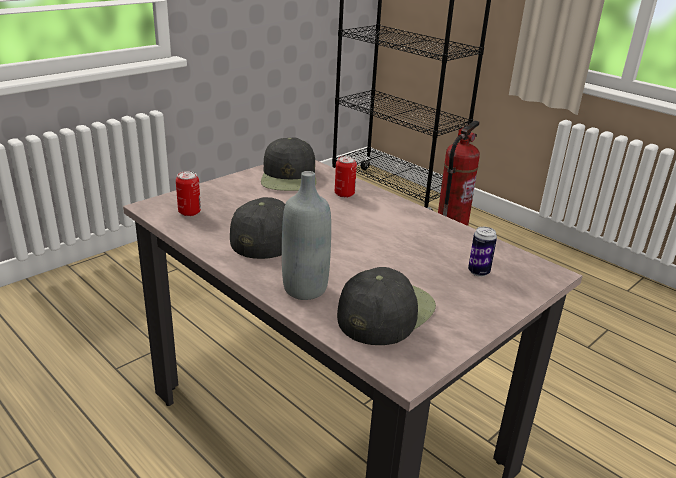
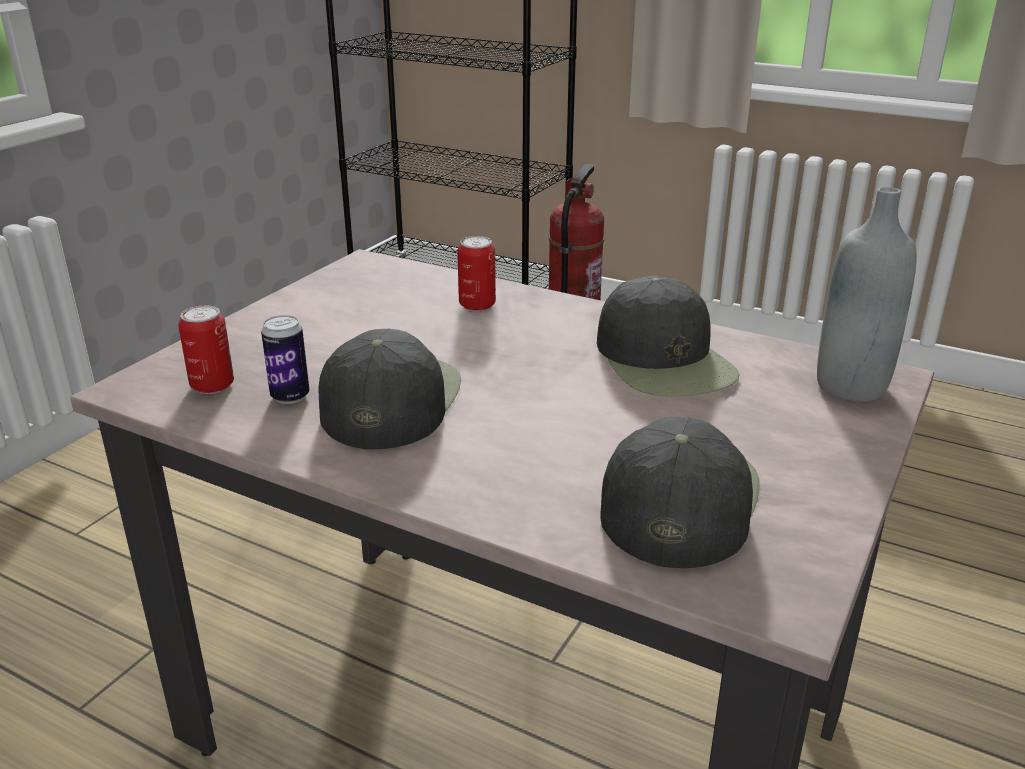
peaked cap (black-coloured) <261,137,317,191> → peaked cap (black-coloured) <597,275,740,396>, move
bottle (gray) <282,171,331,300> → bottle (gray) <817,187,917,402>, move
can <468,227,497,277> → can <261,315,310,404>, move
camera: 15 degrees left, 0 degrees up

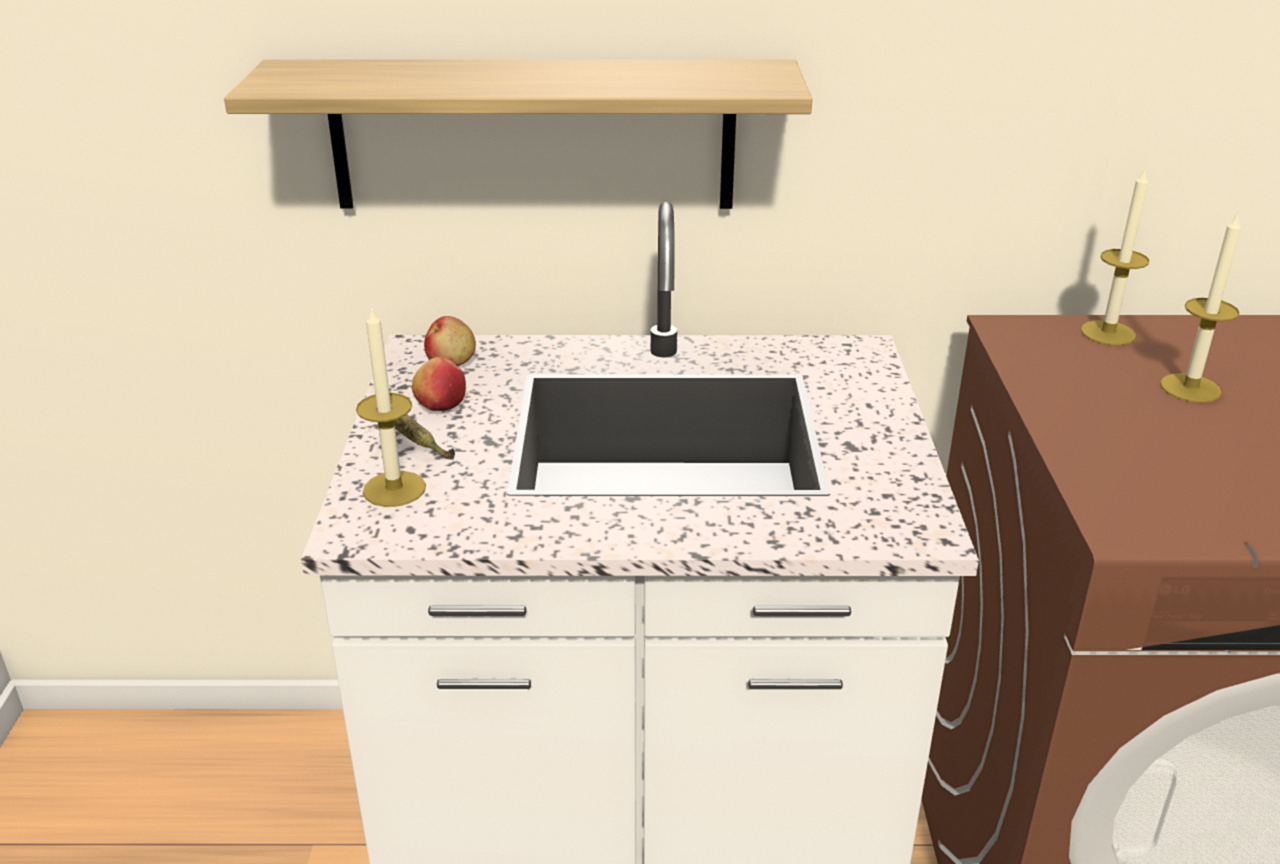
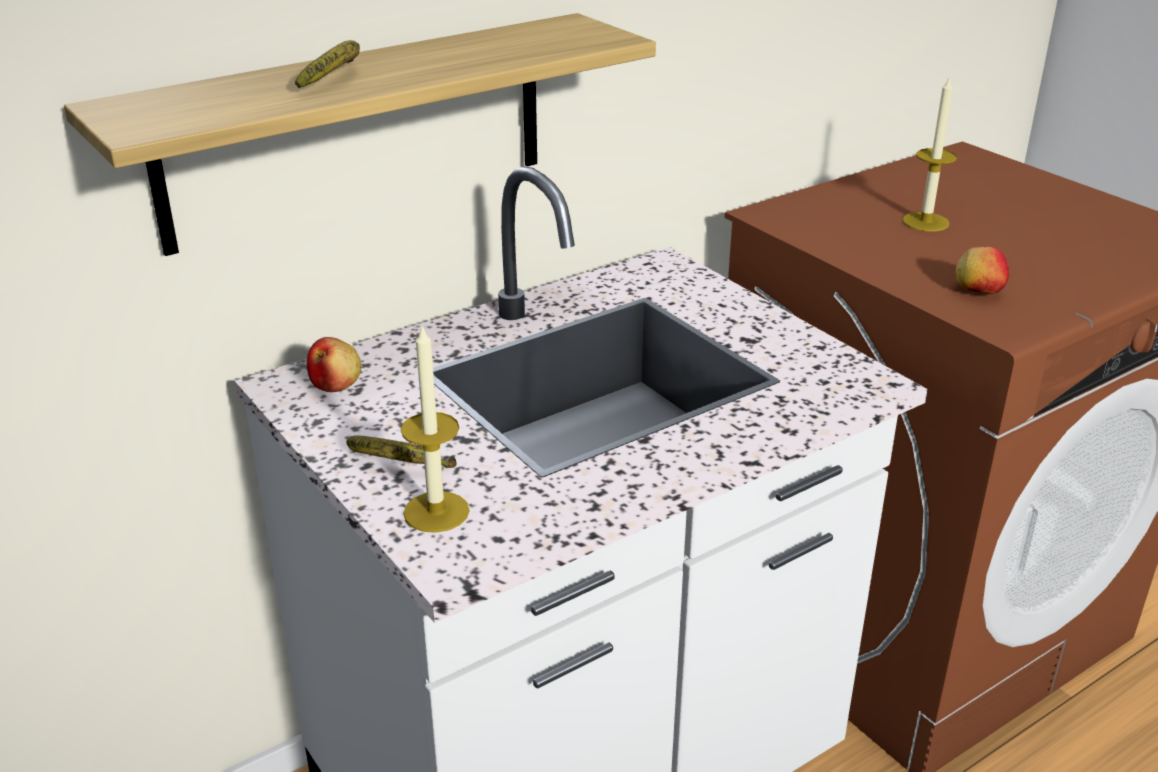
apple fruit <412,357,466,411> → apple fruit <955,246,1009,294>, move
wax light <1081,169,1149,345> → -
- → whole banana <295,40,360,88>
camera: 35 degrees left, 0 degrees up

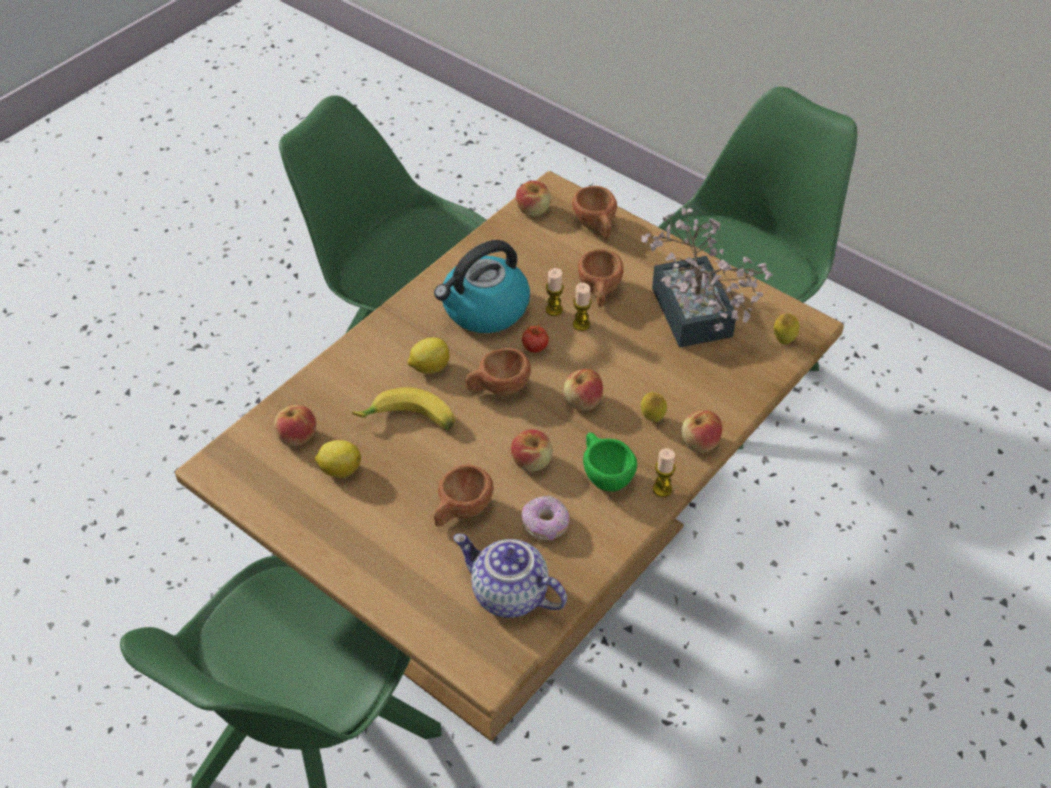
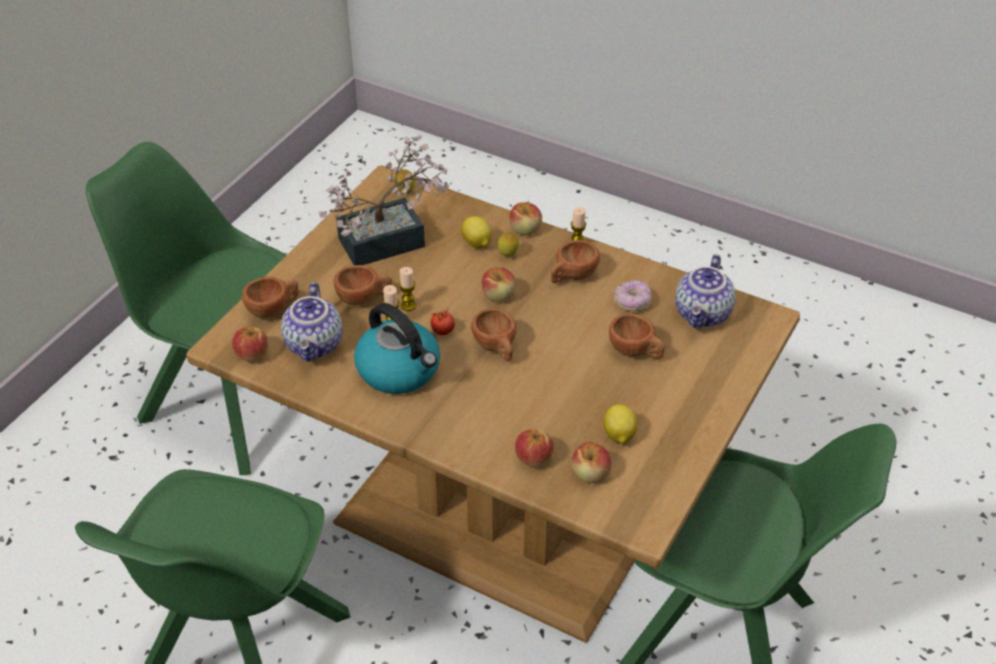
whole banana <352,387,455,431> → -
whole lemon <408,337,450,374> → whole lemon <461,216,492,248>, move
apple fruit <511,430,553,472> → apple fruit <515,429,554,468>, move
small cup (greenish) <583,432,637,492> → small cup (brown) <551,240,600,283>
- → tea pot <281,282,343,362>
camera: 100 degrees left, 5 degrees down

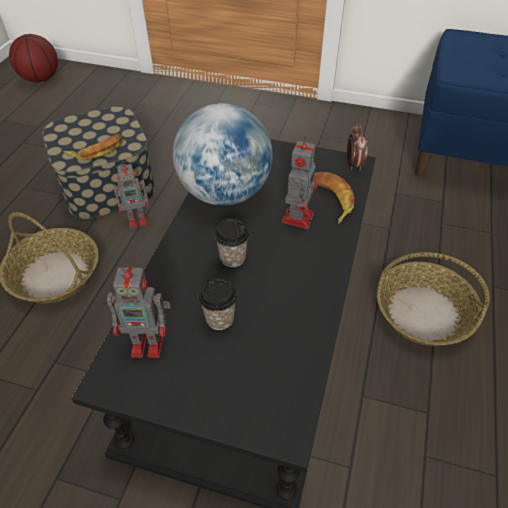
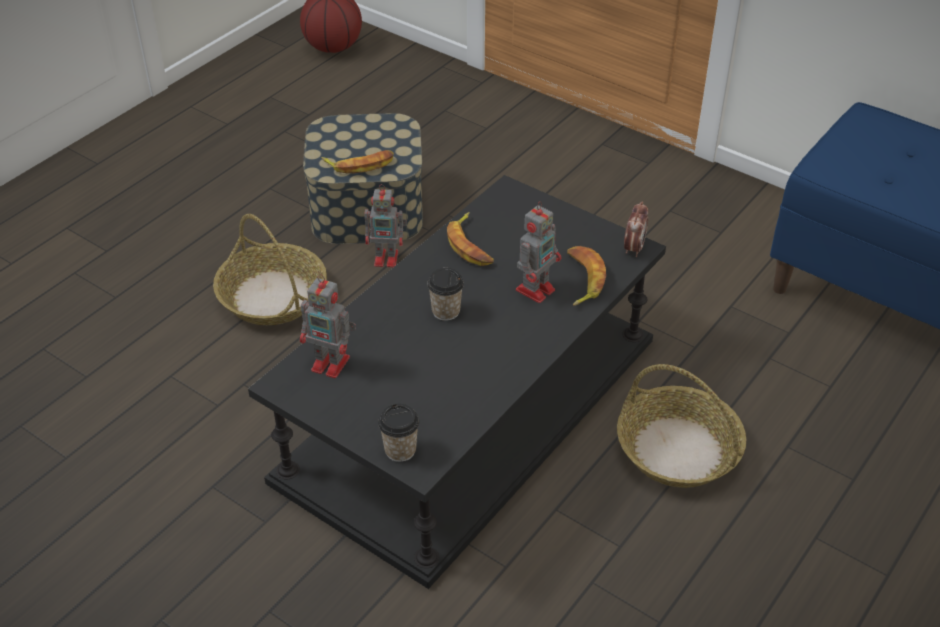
world globe <173,103,273,206> → whole banana <447,212,494,266>
small cup <198,278,237,330> → small cup <378,404,419,462>, move
camera: 20 degrees right, 5 degrees down

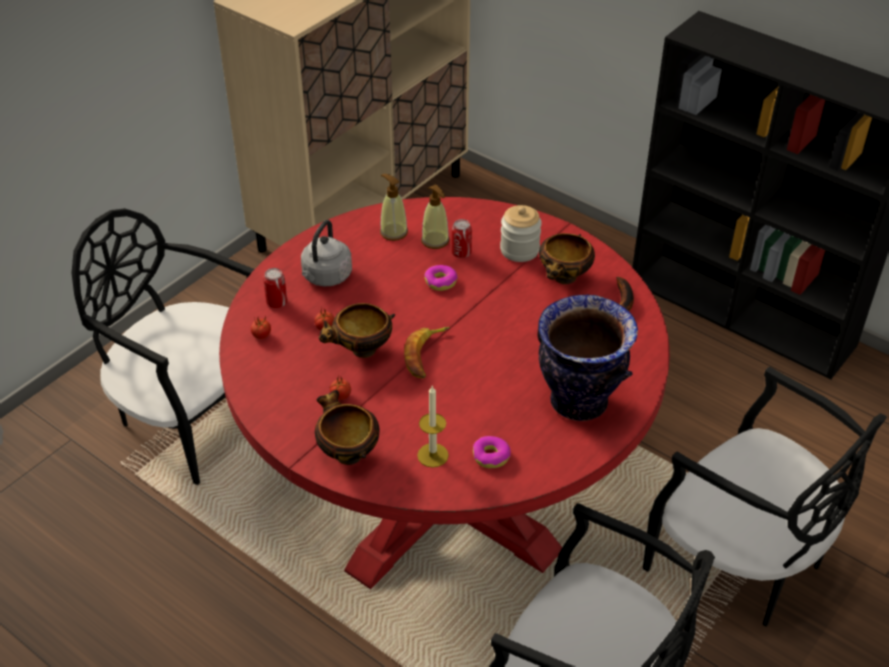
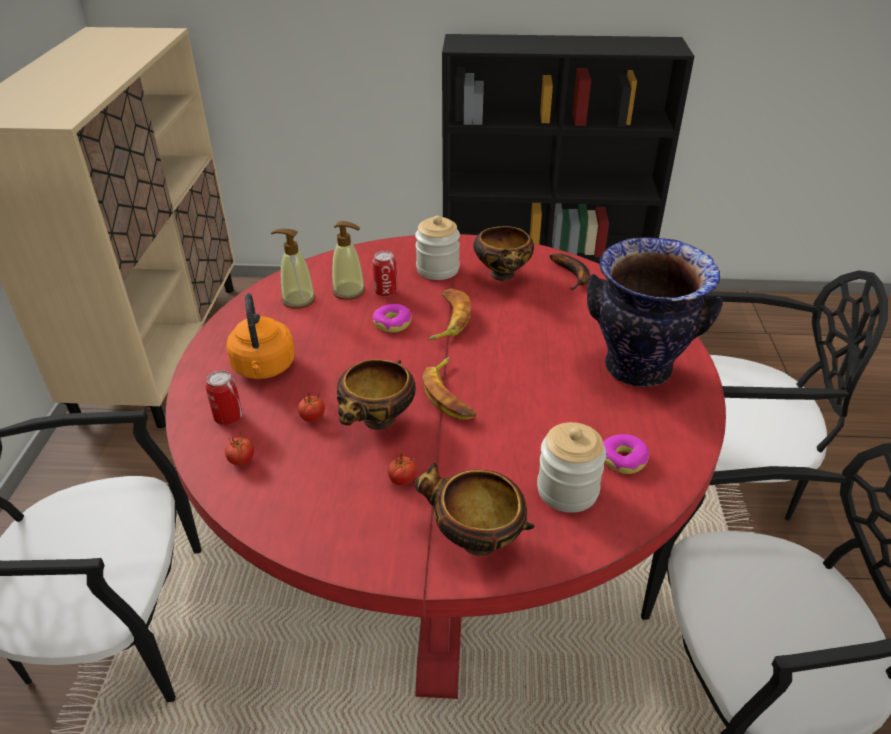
kettle (gray) <301,220,352,287> → kettle (orange-coloured) <226,293,295,379>
wax light <417,385,449,468> → storage jar <537,422,606,513>
- → whole banana <428,289,471,340>
camera: 35 degrees left, 5 degrees down

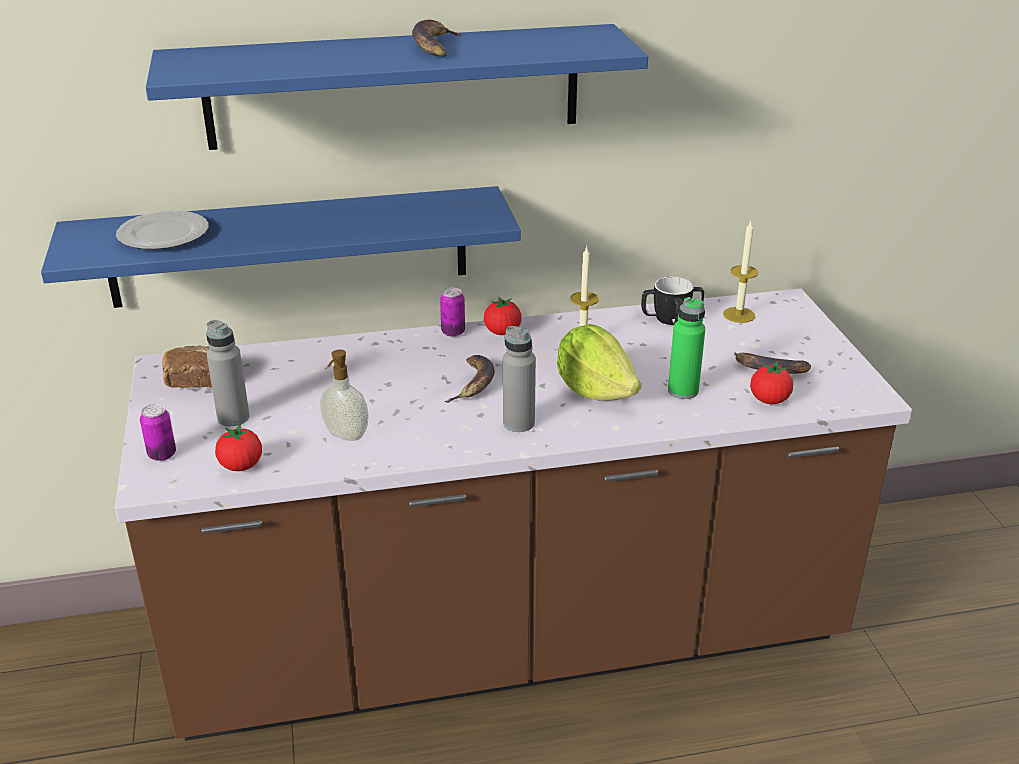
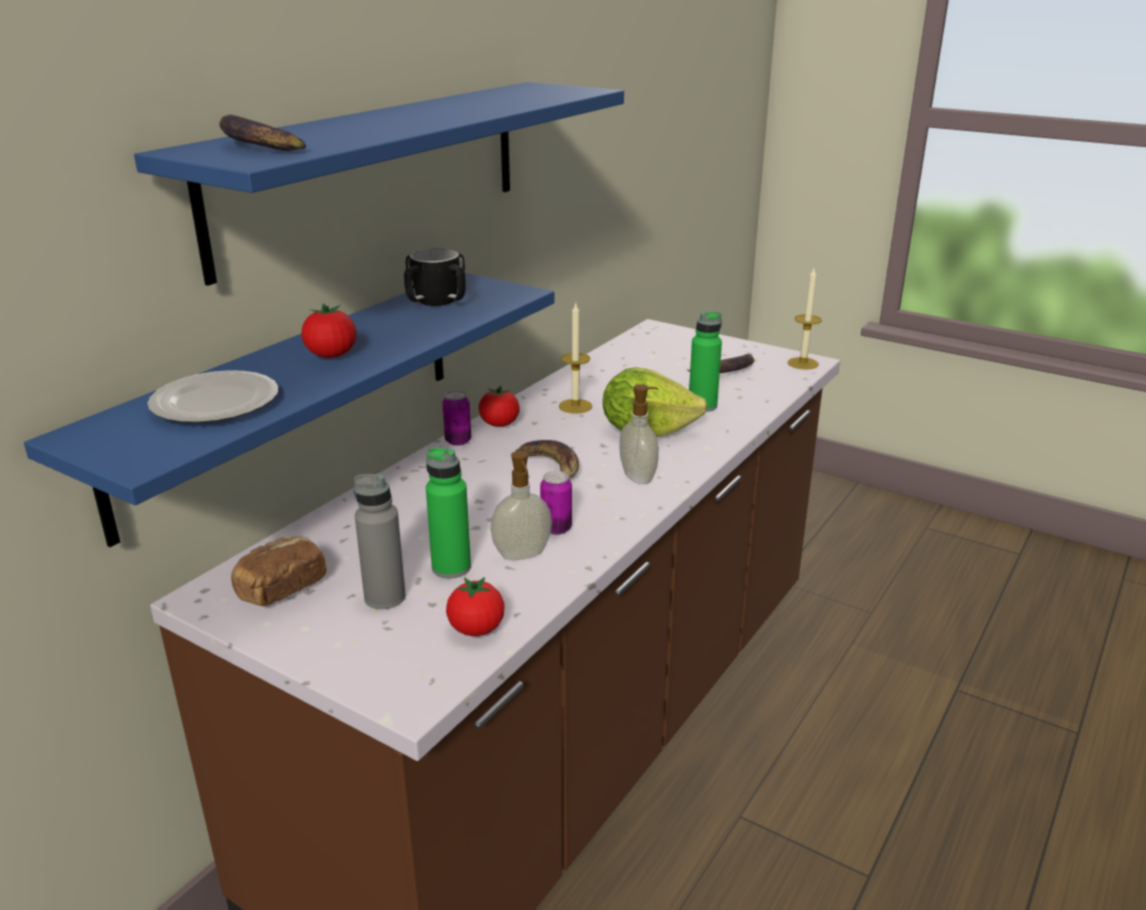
can <140,404,176,461> → can <540,471,572,535>, move
whole banana <412,19,463,57> → whole banana <219,115,306,151>, move
bottle (gray) <503,326,536,432> → soap bottle <619,384,659,484>
mug <641,276,704,325> → mug <404,248,466,306>, move
wax light <723,221,758,323> → wax light <788,268,822,370>, move
whole tomato <750,362,793,404> → whole tomato <302,303,357,358>, move
- → bottle (greenish) <426,447,471,579>
camera: 45 degrees left, 5 degrees down

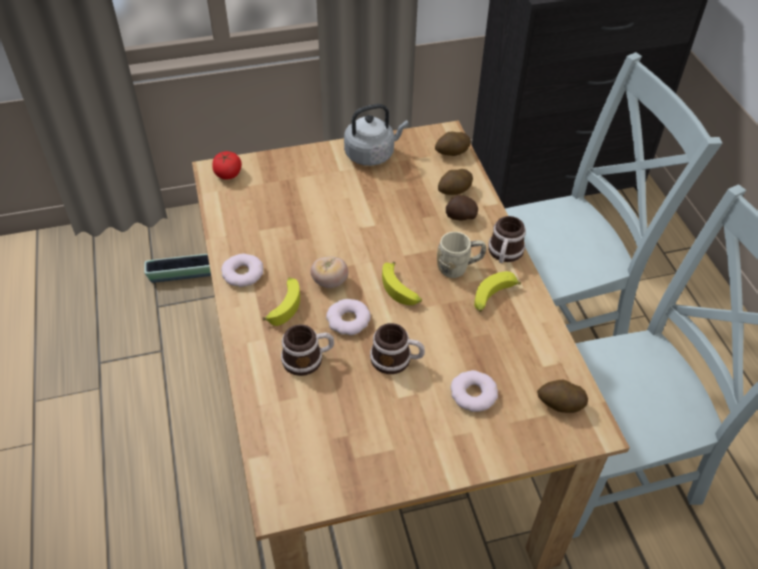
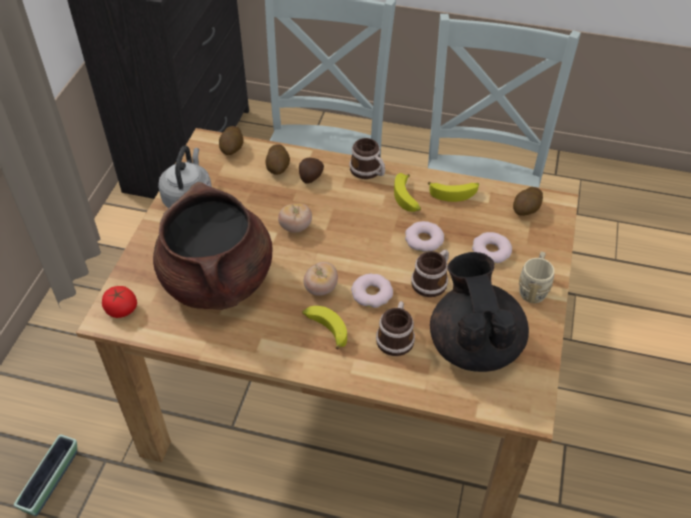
donut <221,254,263,287> → donut <405,221,444,252>, move
whole banana <382,262,422,305> → whole banana <428,182,479,202>, move
mug (beige) <437,232,486,278> → mug (beige) <519,252,554,303>, move
- → stockpot (brown) <153,182,272,310>
- → whole tomato <278,203,312,233>
- → tea pot (black-coloured) <430,252,529,372>
camera: 60 degrees left, 0 degrees up

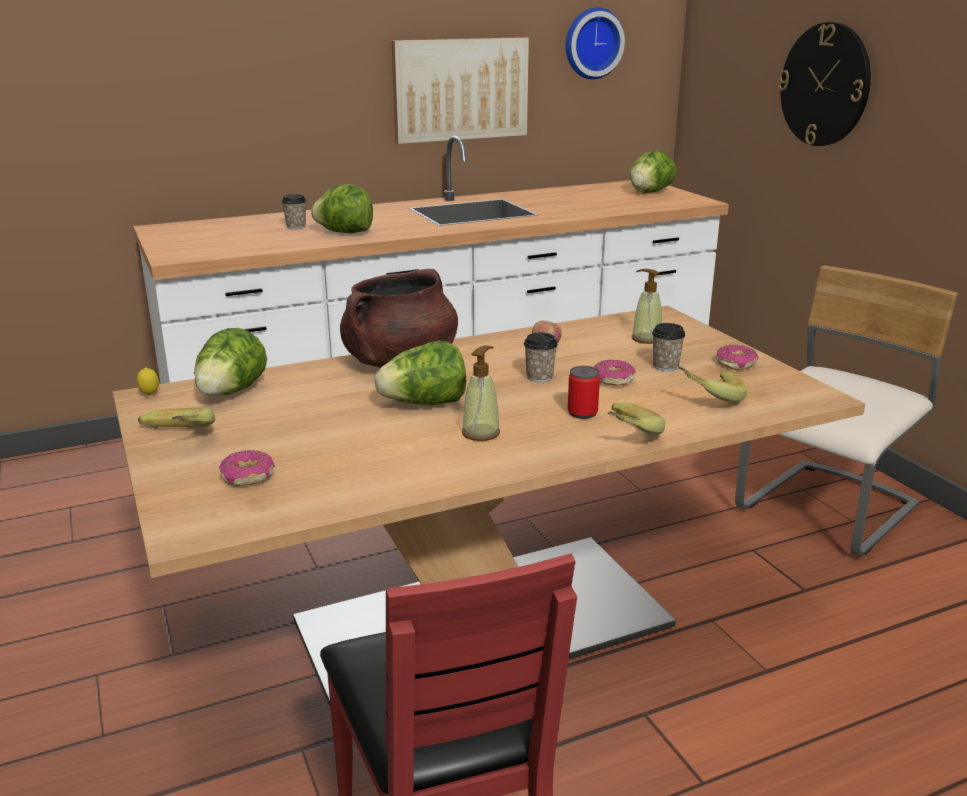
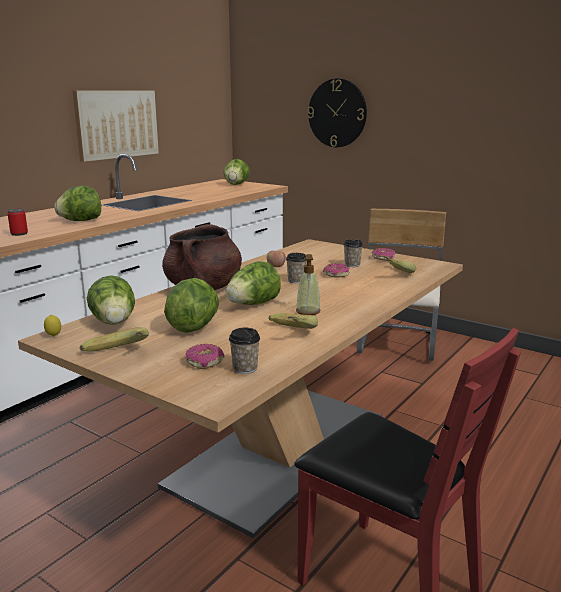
small cup <282,194,306,229> → small cup <229,328,260,374>, move
wall clock <566,7,625,79> → -
can <568,366,600,419> → can <7,209,28,236>, move
whole banana <607,403,665,435> → whole banana <269,313,318,329>, move
soap bottle <632,269,662,344> → -
- → lettuce head <164,278,219,333>
camera: 30 degrees left, 5 degrees down

